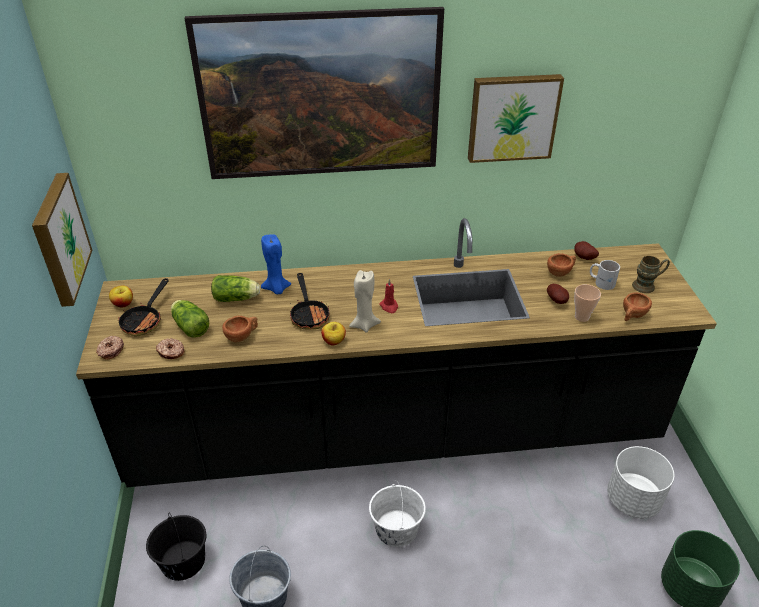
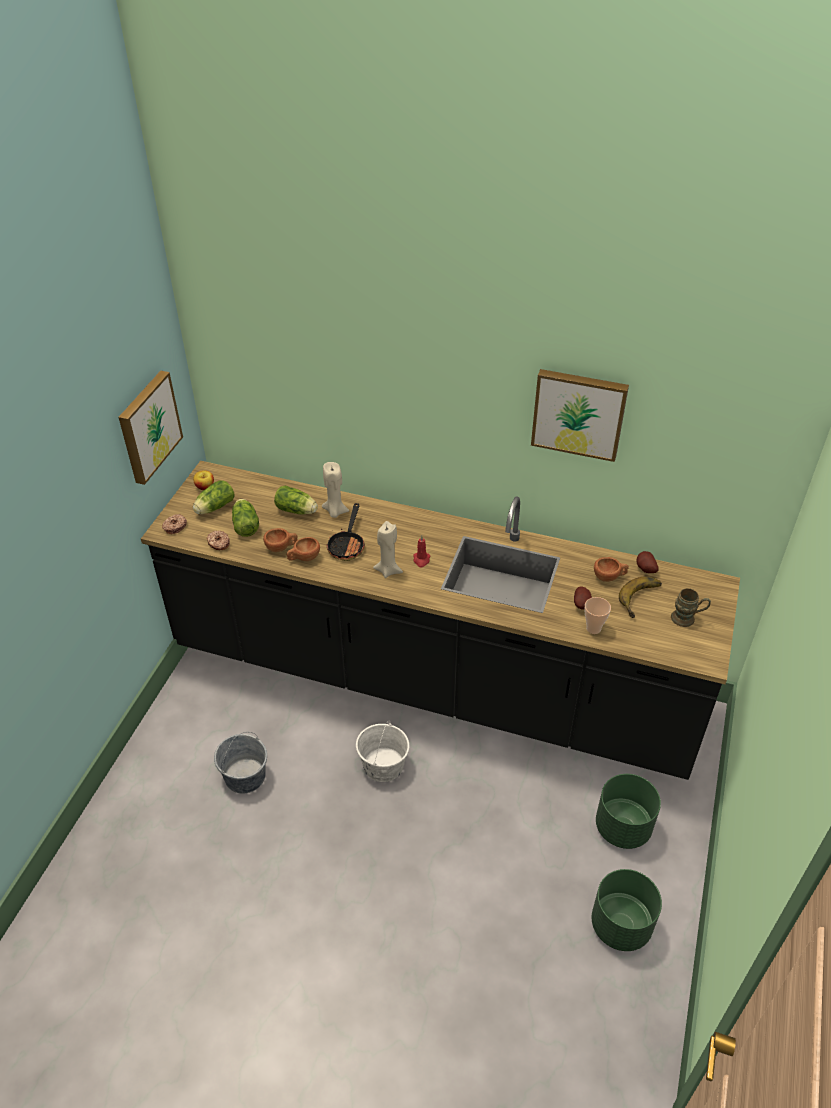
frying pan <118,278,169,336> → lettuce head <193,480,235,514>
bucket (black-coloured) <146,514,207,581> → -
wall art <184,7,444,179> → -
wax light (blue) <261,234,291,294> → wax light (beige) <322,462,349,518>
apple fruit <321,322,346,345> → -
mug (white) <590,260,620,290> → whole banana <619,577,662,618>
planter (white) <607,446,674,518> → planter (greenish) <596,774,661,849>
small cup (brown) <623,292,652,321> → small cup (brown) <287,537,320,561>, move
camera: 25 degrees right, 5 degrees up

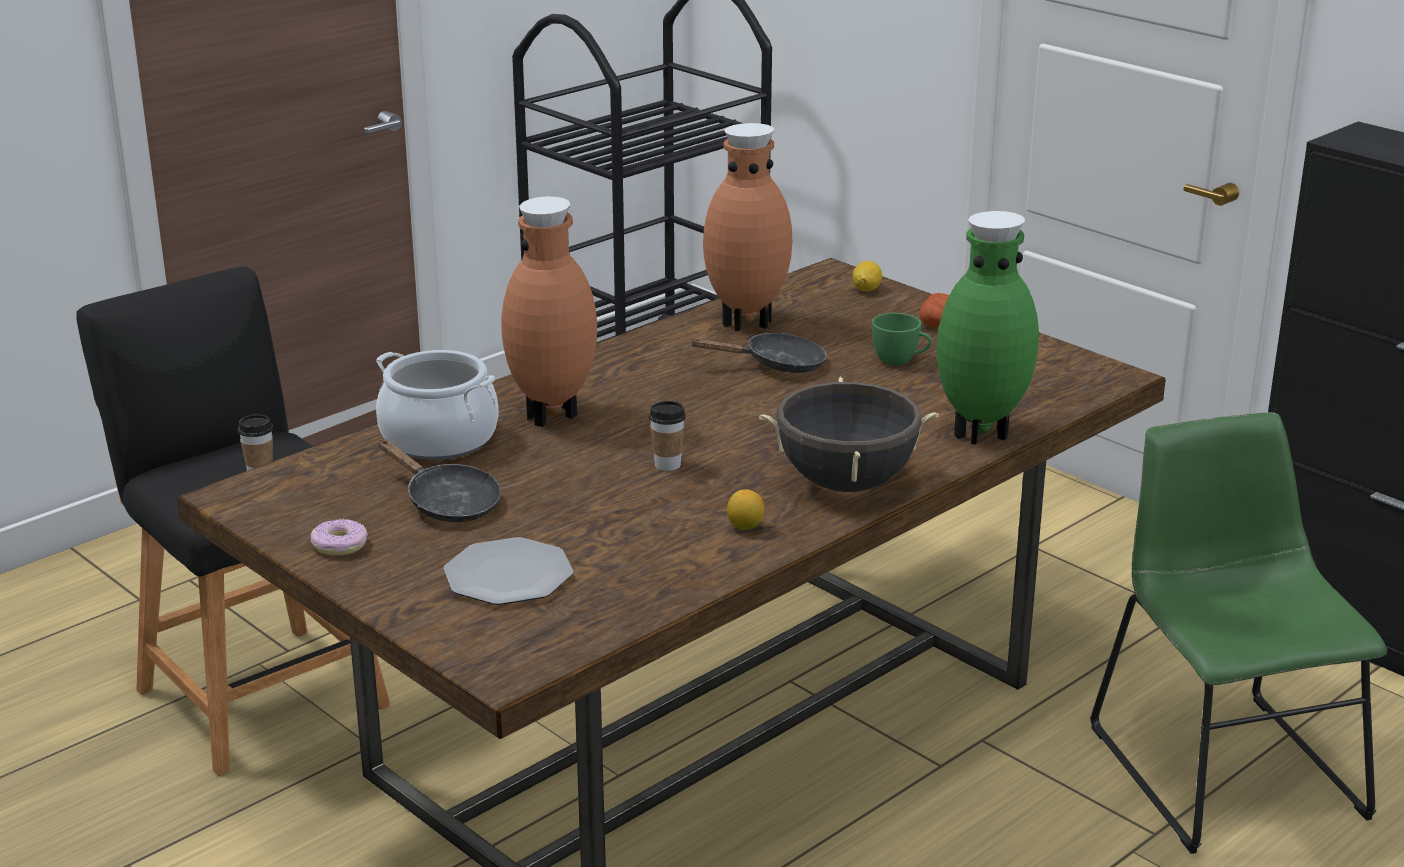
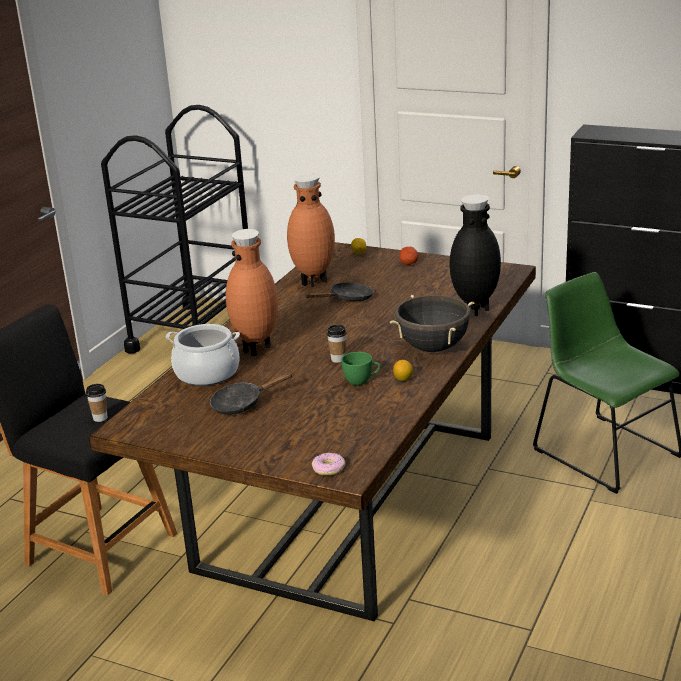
donut <311,519,368,555> → donut <312,453,345,476>, move
frying pan (black-coloured) <378,439,501,522> → frying pan (black-coloured) <210,372,292,415>, 135 degrees clockwise
plate <443,537,574,605> → -
small cup (greenish) <872,313,932,366> → small cup (greenish) <341,352,380,386>, move
decorative vase (greenish) <937,211,1039,444> → decorative vase (black-coloured) <450,194,501,316>
camera: 20 degrees left, 0 degrees up

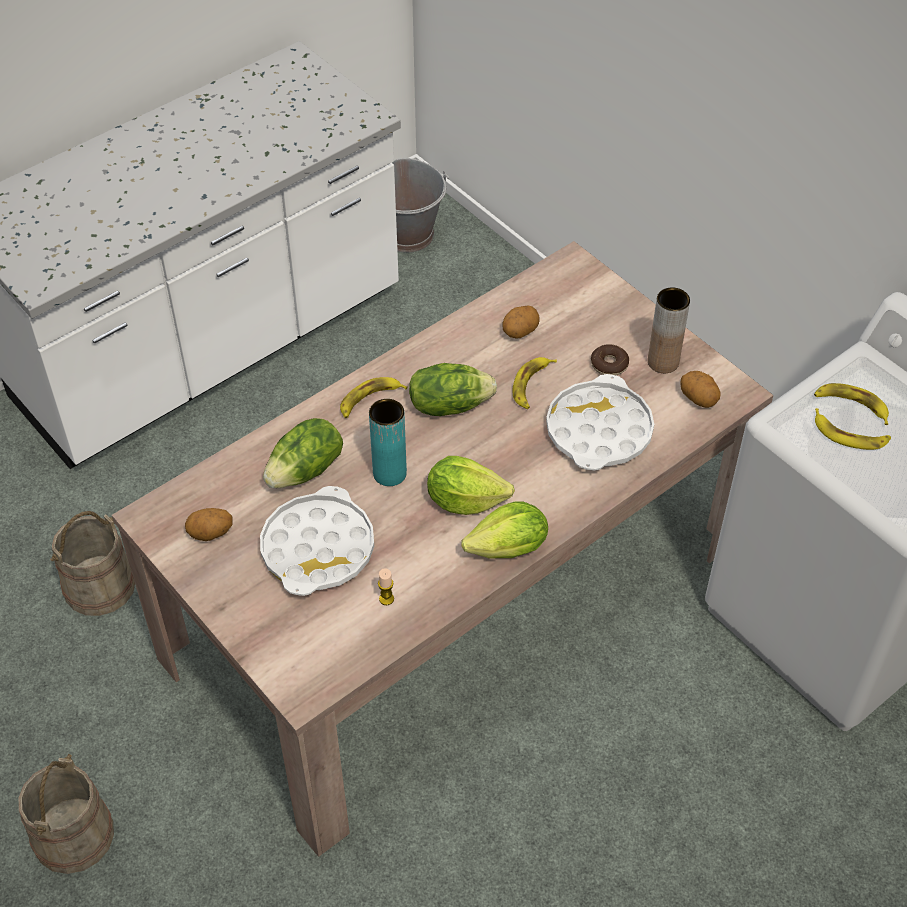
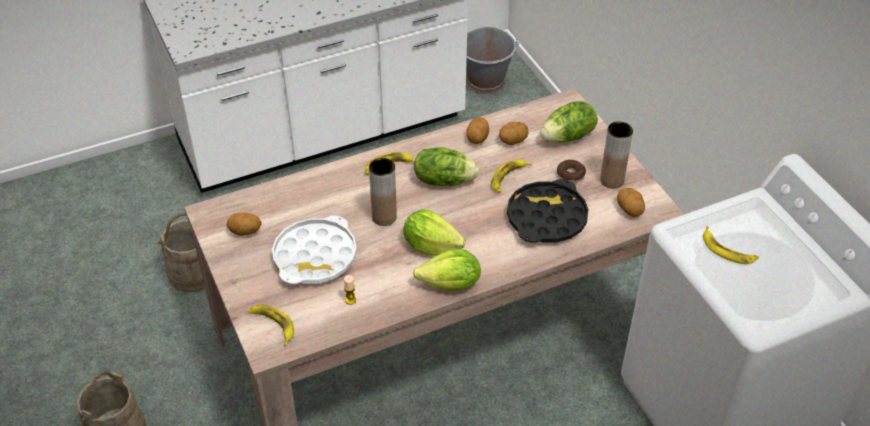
lettuce head <263,418,343,488> → lettuce head <540,102,598,143>, move
decorative vase (blue-green) <369,399,407,486> → decorative vase (brown) <369,158,397,226>
serving tray (white) <546,374,654,471> → serving tray (black-coloured) <507,179,589,243>
whole banana <814,383,889,425> → whole banana <248,305,294,346>, move
- → spud <466,117,489,144>
camera: 15 degrees right, 5 degrees down

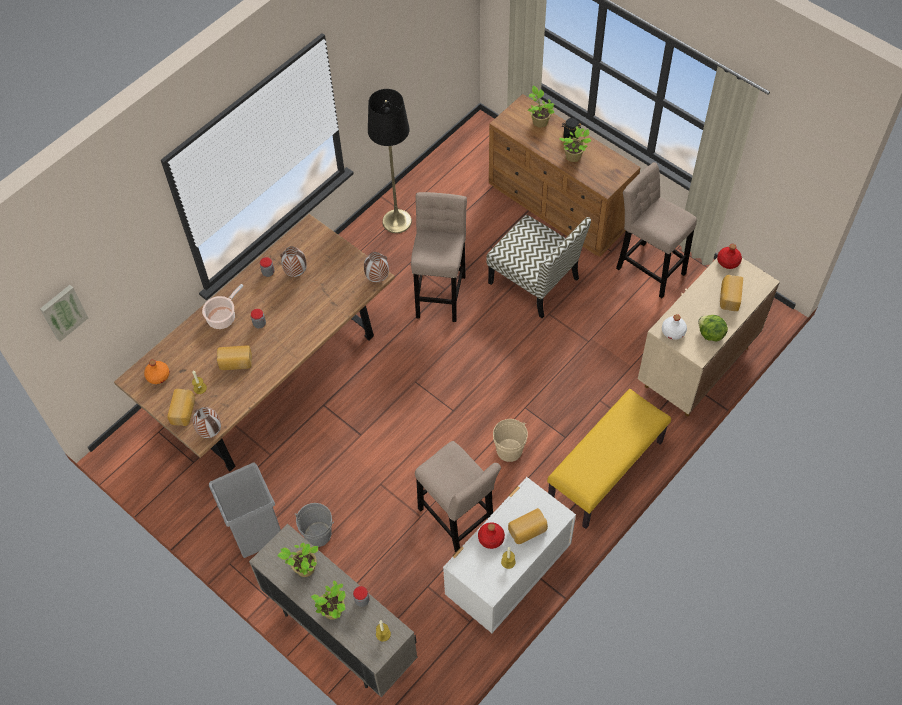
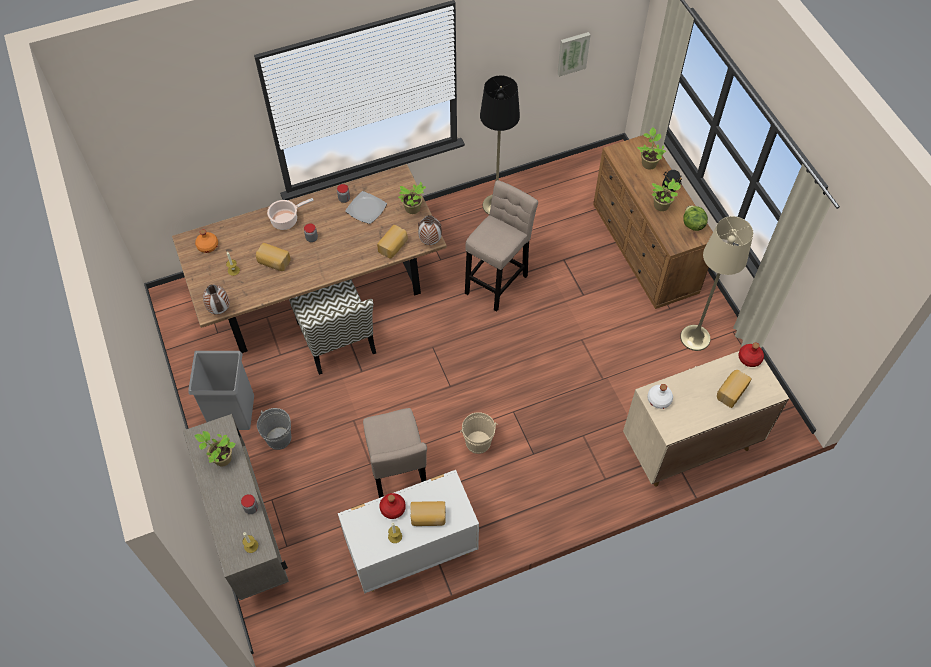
wall art <40,285,88,341> → wall art <557,32,591,77>, move
bakery bread <167,389,195,426> → bakery bread <377,225,408,259>, move
decorative vase <280,246,307,277> → plate <345,191,387,224>
potted plant <310,580,346,620> → potted plant <398,182,426,214>, move
chair <486,215,591,318> → chair <289,279,376,375>, move
bench (yellowish) <547,389,671,529> → -
sitting stool (beige) <616,162,697,298> → floor lamp (beige) <680,216,753,351>
lettuce head <698,315,728,342> → lettuce head <683,205,708,231>, move
camera: 25 degrees right, 0 degrees up

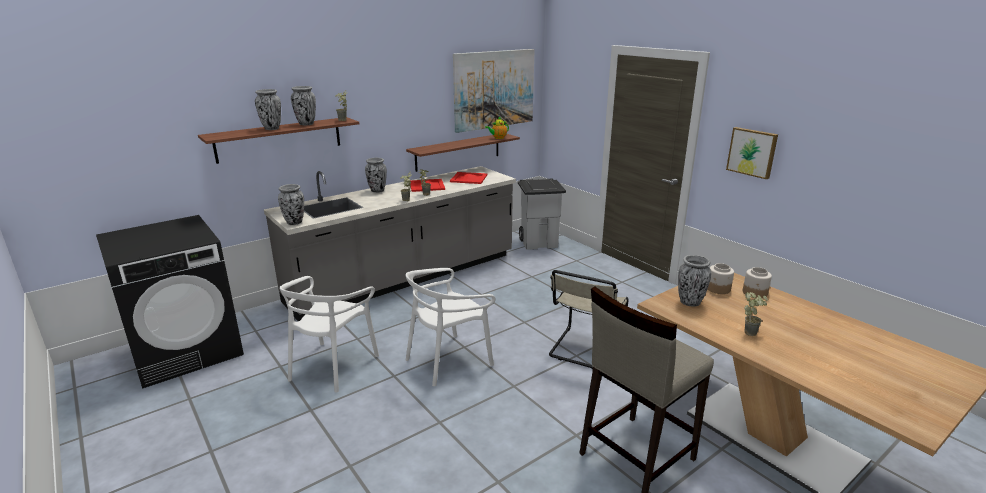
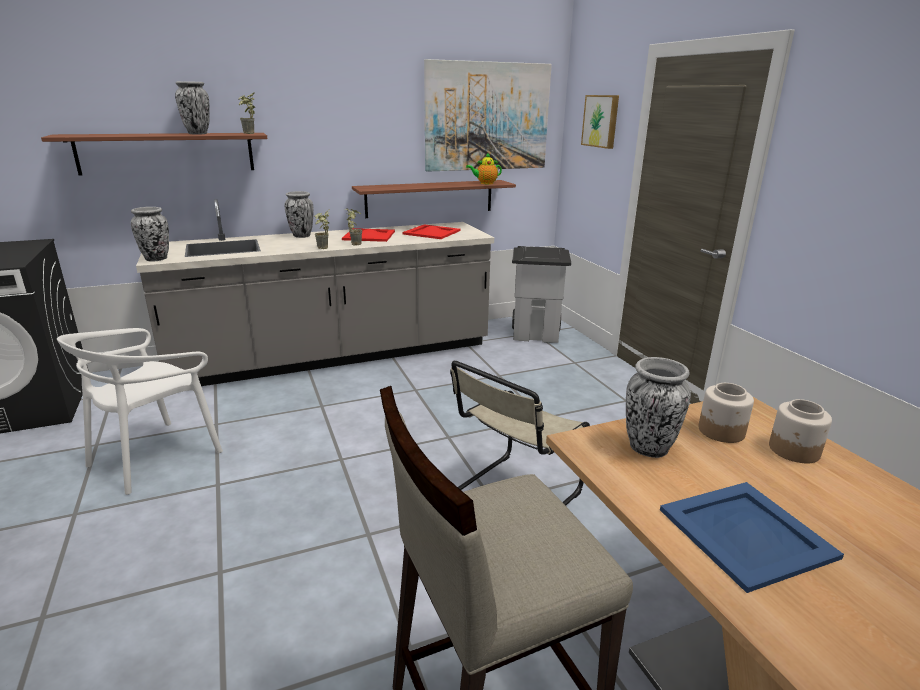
decorative vase <255,89,281,130> → -
chair (white) <405,268,495,386> → -
wall art <726,127,778,179> → wall art <581,95,619,149>, move
potted plant <744,292,768,336> → serving tray (blue) <660,482,844,593>
camera: 15 degrees right, 0 degrees up

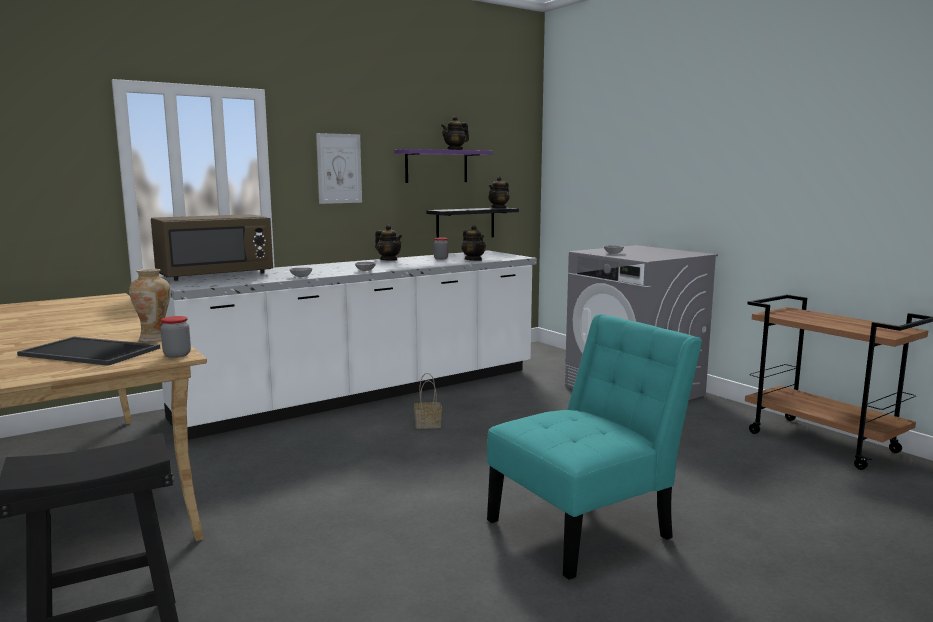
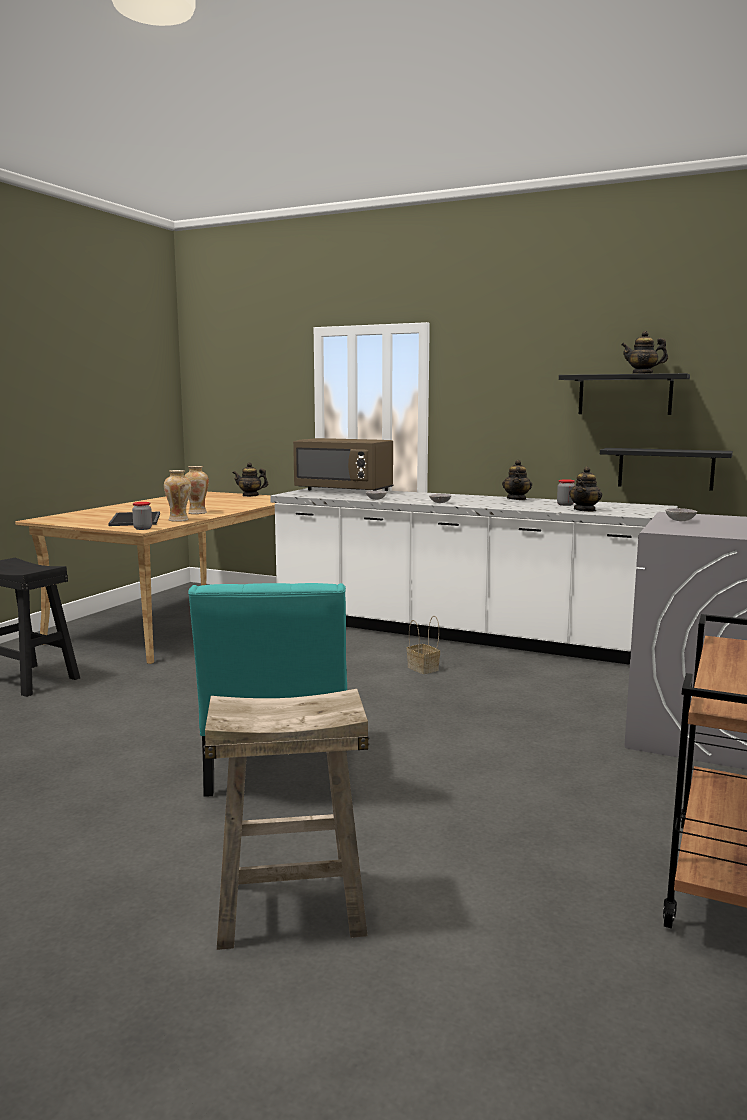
wall art <316,133,362,204> → -
wall shelf (purplish) <394,149,492,183> → wall shelf (black-coloured) <559,373,690,415>
chair (blue-green) <487,314,702,580> → chair (blue-green) <188,583,347,797>, 60 degrees clockwise
tea pot <488,176,510,209> → tea pot <233,463,268,497>, move
- → decorative vase <184,466,209,514>
- → sitting stool (beige) <204,689,369,950>
camera: 60 degrees right, 0 degrees up

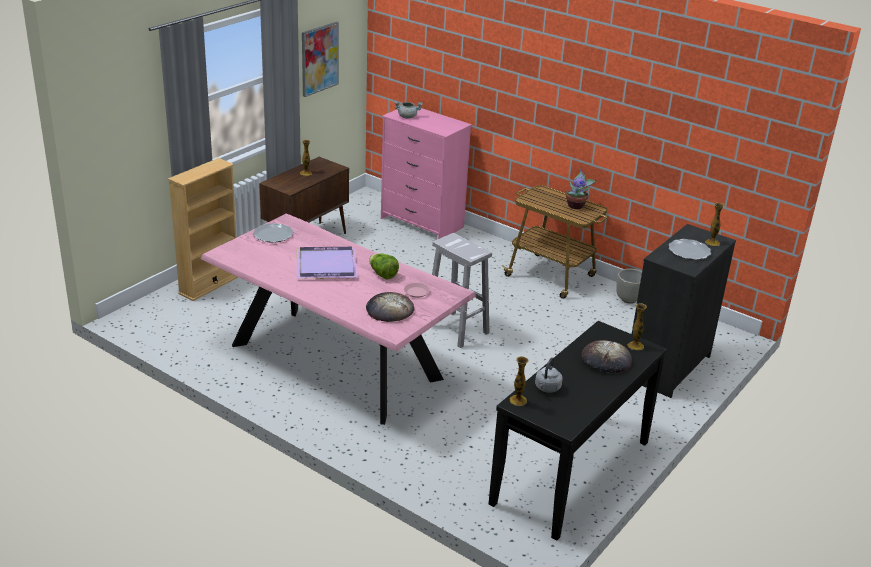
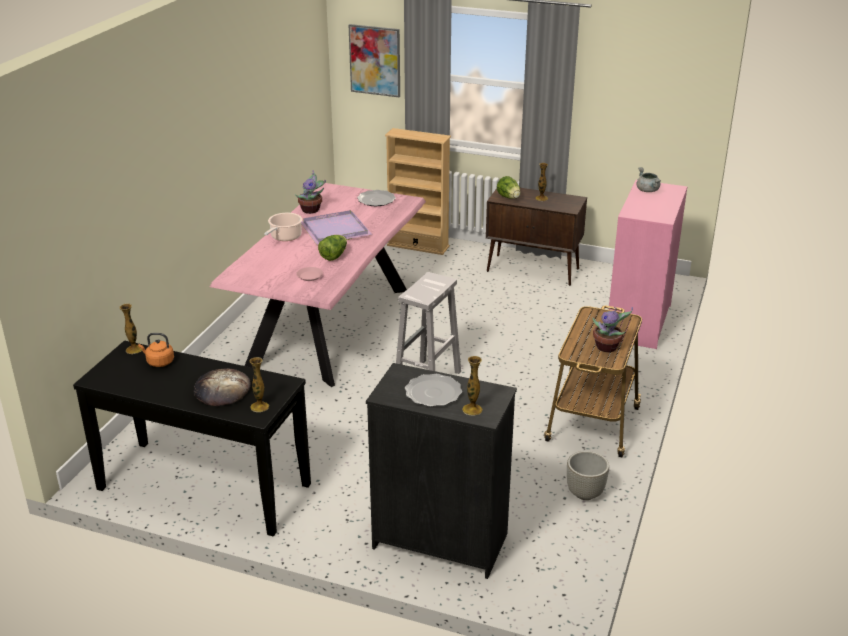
wall art <302,21,339,97> → wall art <349,24,400,97>, move
bakery bread <366,292,414,322> → -
kettle (gray) <535,357,563,393> → kettle (orange-coloured) <138,333,174,367>
- → stockpot <264,213,302,241>
- → potted plant <295,170,326,214>
- → lettuce head <497,176,520,199>
camera: 75 degrees right, 0 degrees up

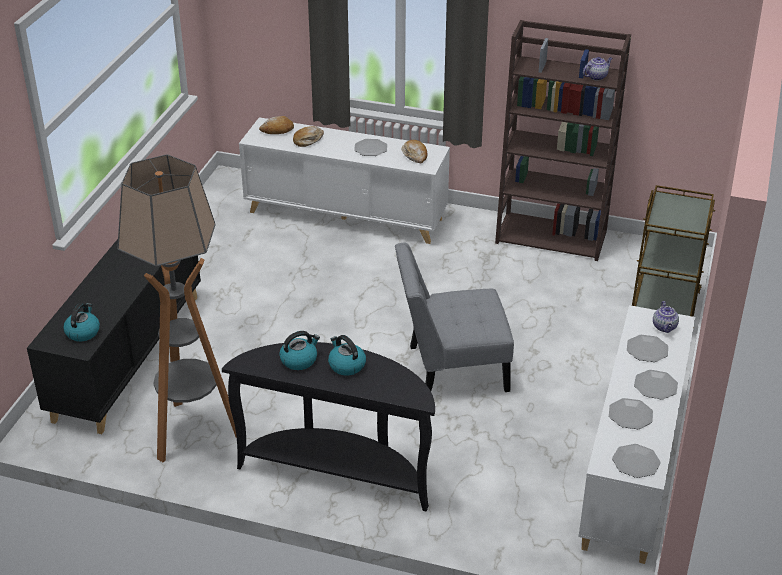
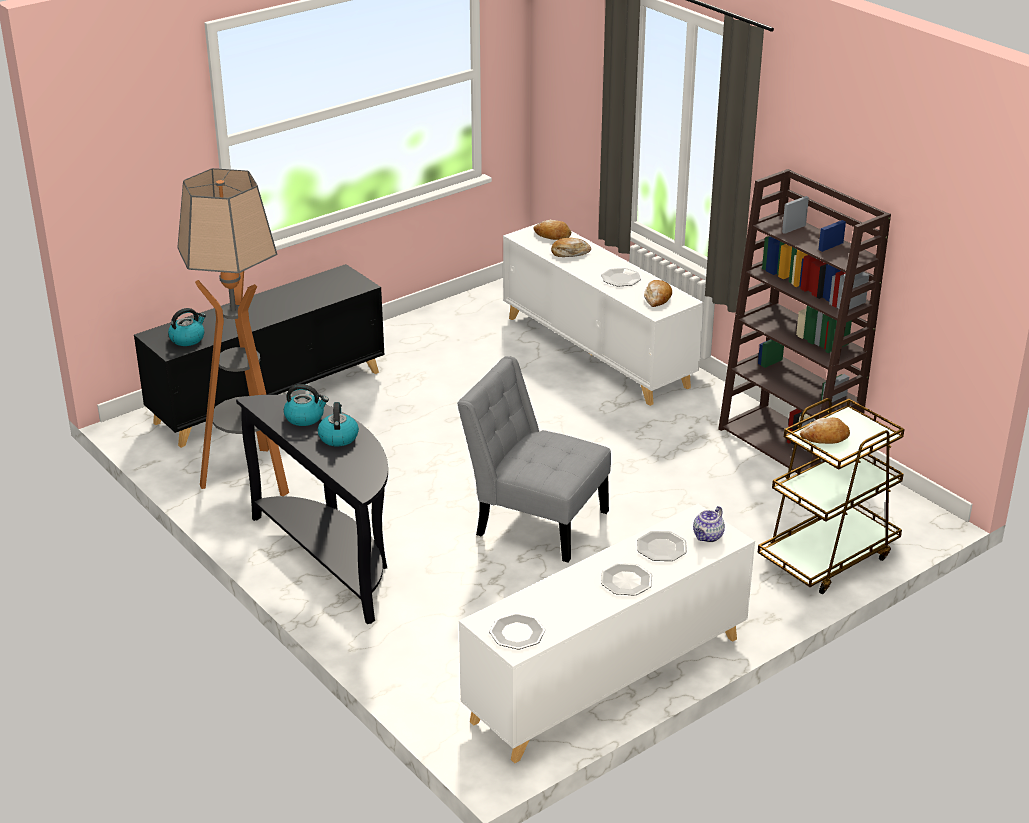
tea pot <583,57,612,81> → -
plate <609,398,653,429> → -
- → bakery bread <800,417,850,444>
camera: 35 degrees right, 5 degrees down

